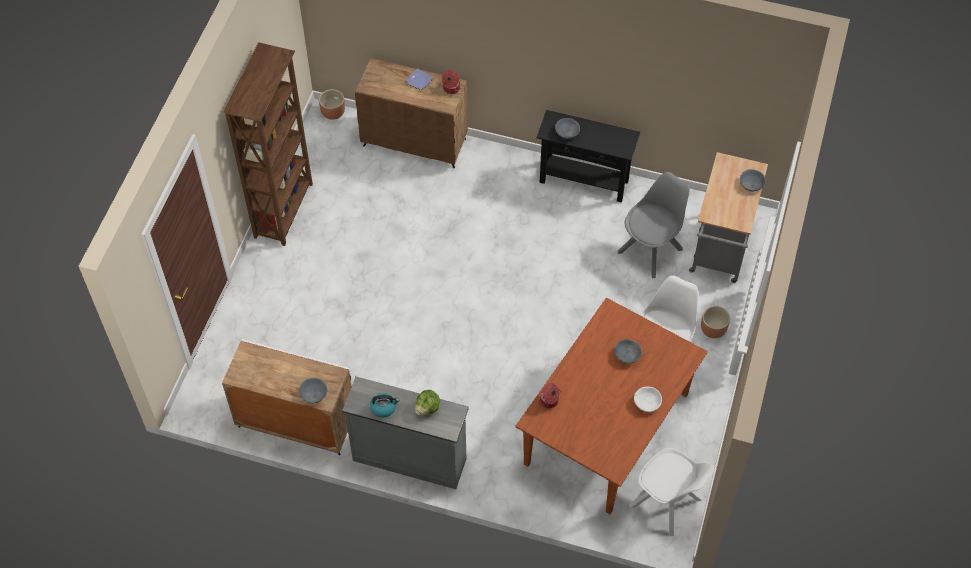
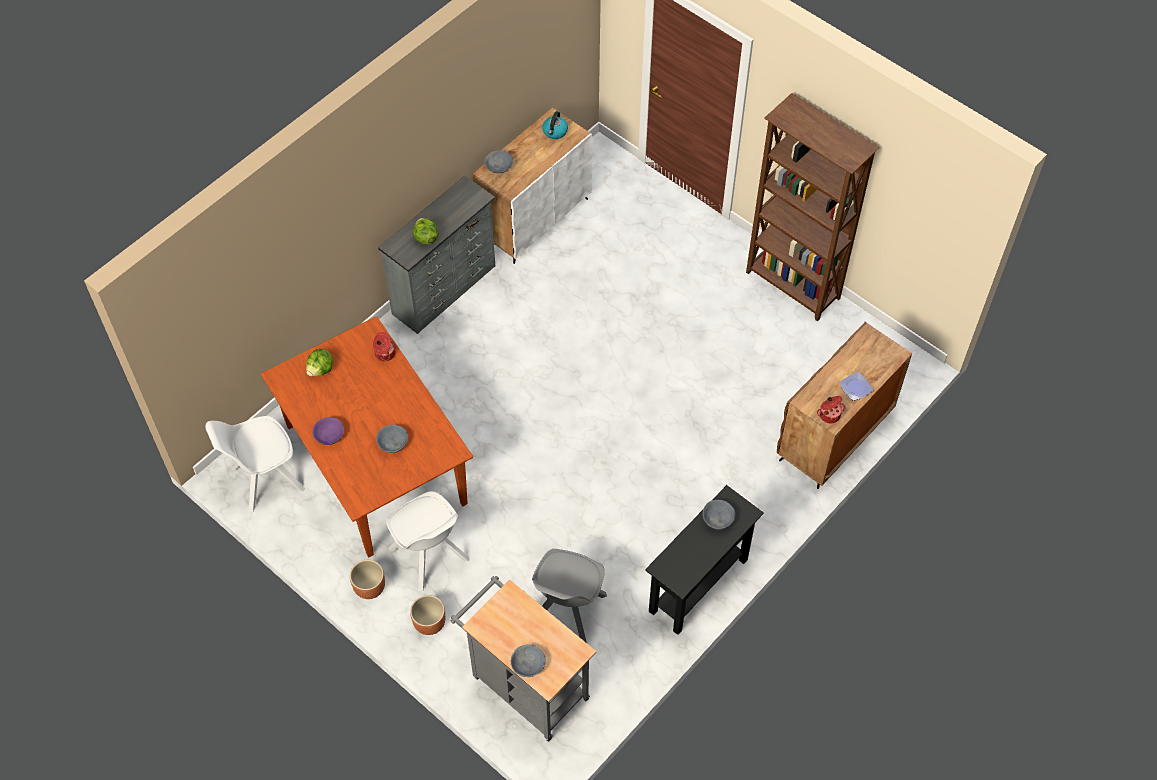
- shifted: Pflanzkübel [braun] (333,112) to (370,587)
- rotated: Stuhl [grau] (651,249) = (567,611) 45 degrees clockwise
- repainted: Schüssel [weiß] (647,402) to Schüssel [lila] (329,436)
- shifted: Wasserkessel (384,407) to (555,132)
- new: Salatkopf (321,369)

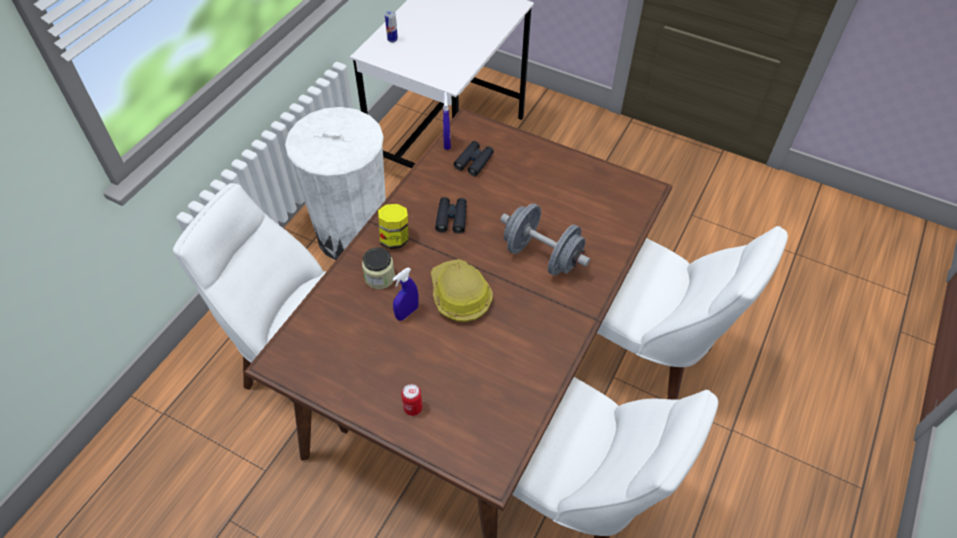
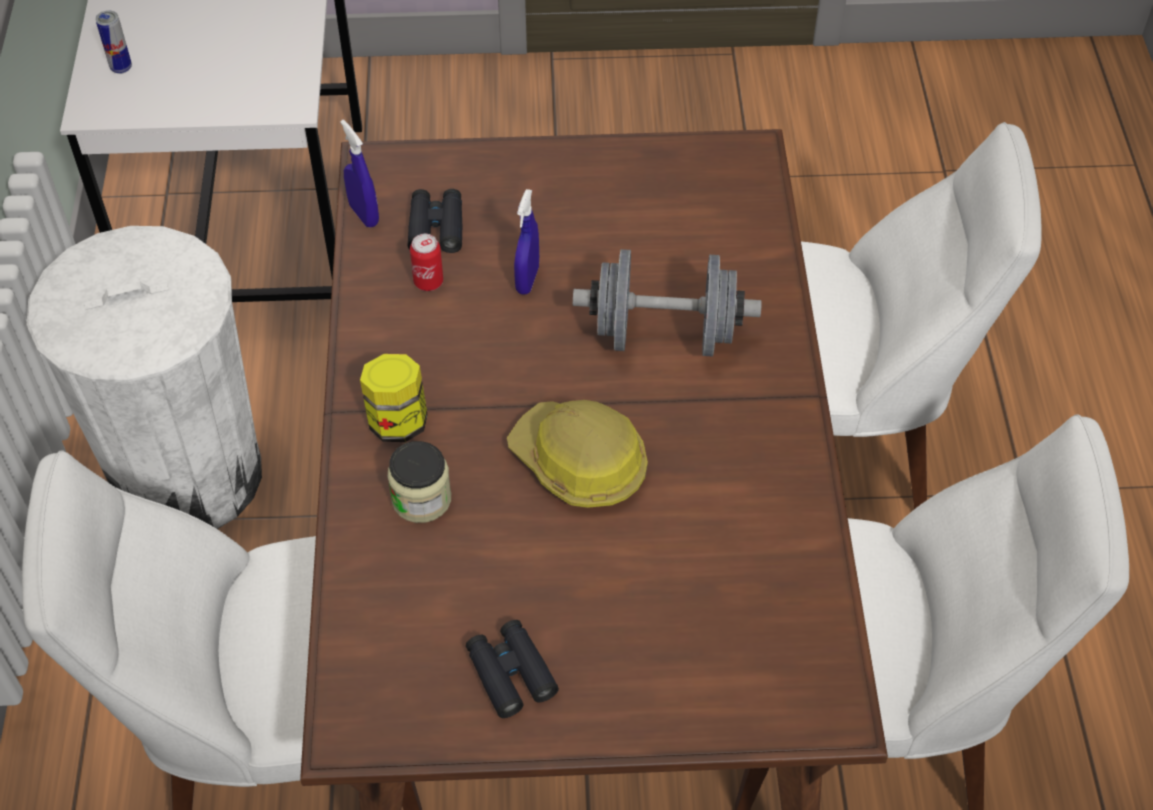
- shifted: Fernglas [schwarz] (451,218) to (510,673)
- shifted: Sprühflasche [blau] (407,312) to (527,280)
- shifted: Dose (413,408) to (428,282)

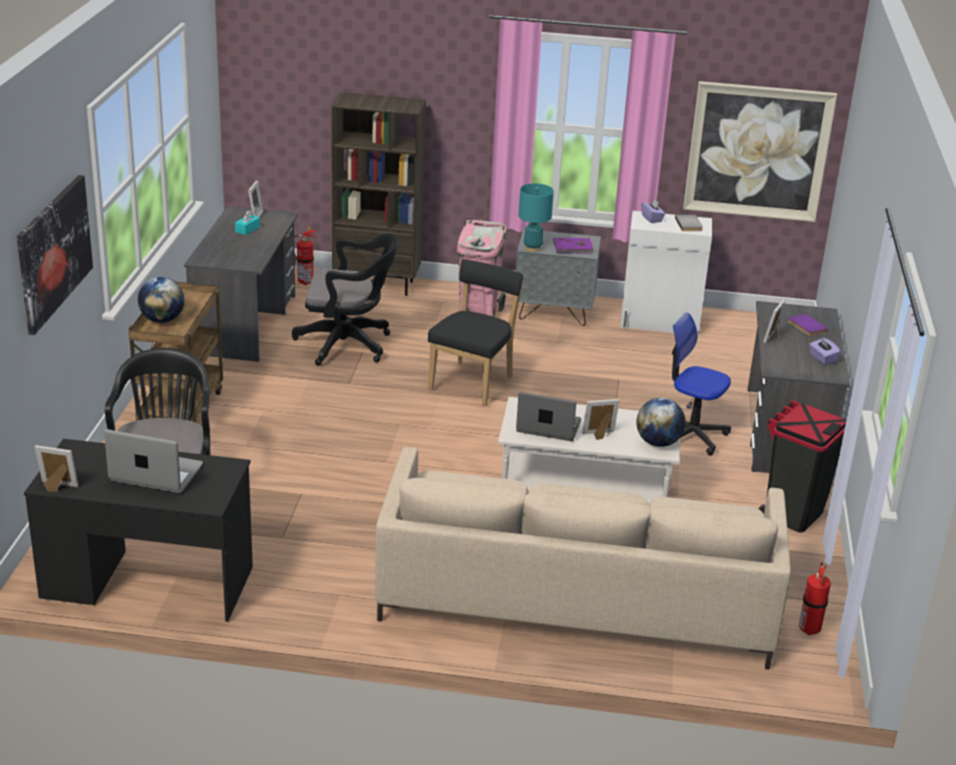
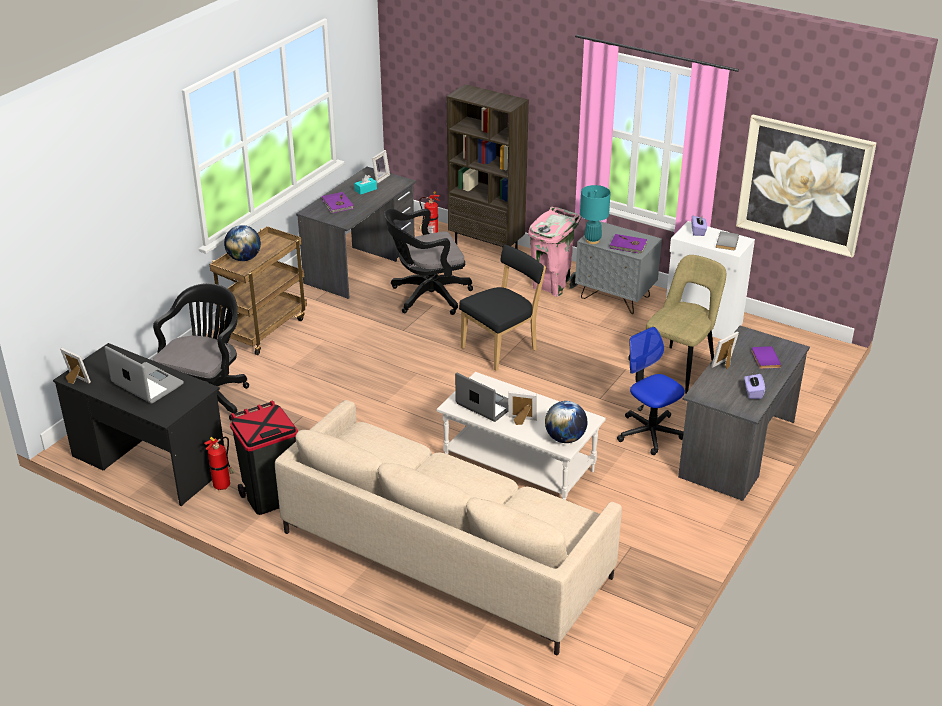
- gone: Bild (54,252)
- rotated: Bürostuhl [schwarz] (349,345) = (426,297) 135 degrees clockwise
- shifted: Mülleimer [schwarz] (792,513) to (271,497)
- shifted: Feuerlöscher (809,628) to (223,485)
- new: Buch [lila] (337,204)
- new: Stuhl [beige] (679,368)

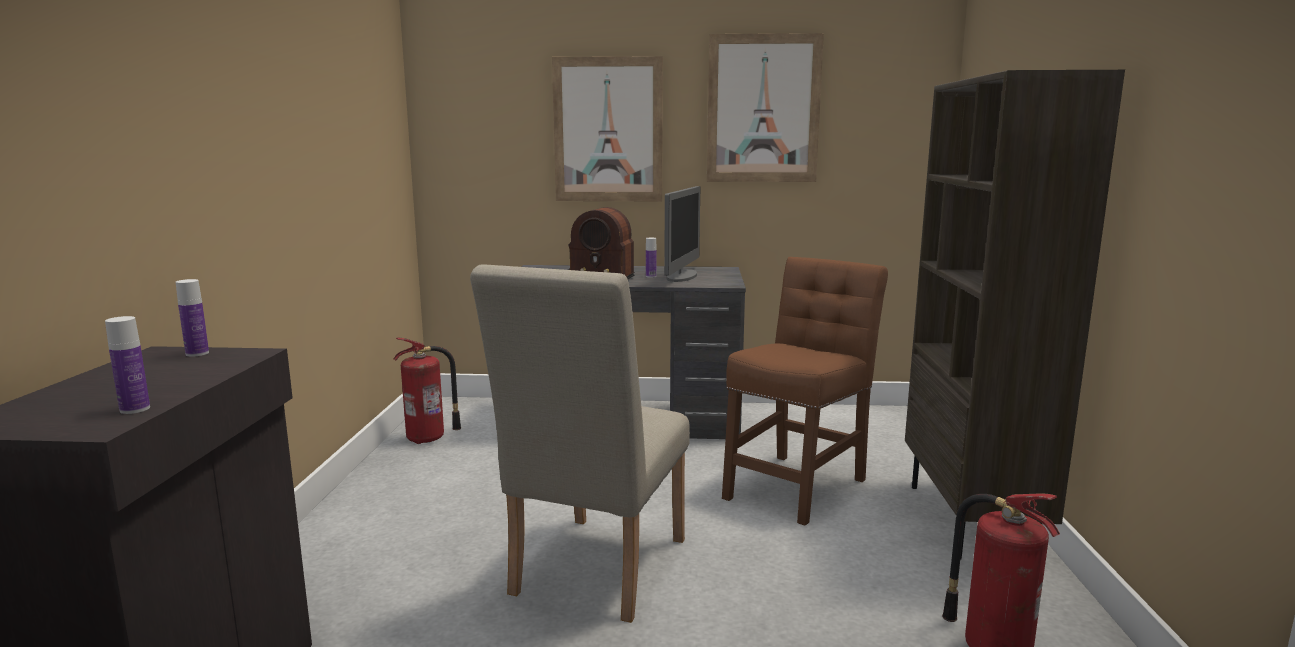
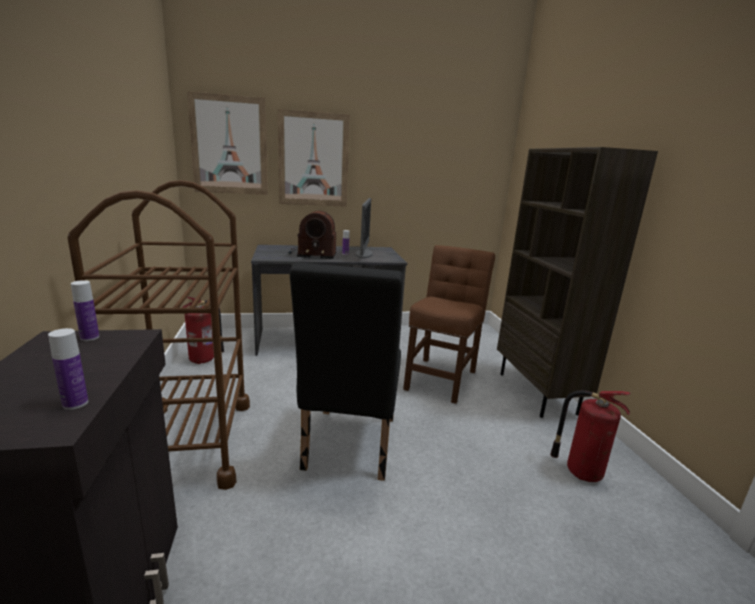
- shifted: Bild (763,109) to (229,145)
- repainted: Stuhl [beige] (592,573) to Stuhl [schwarz] (347,448)
- new: Rollwagen [braun] (189,443)

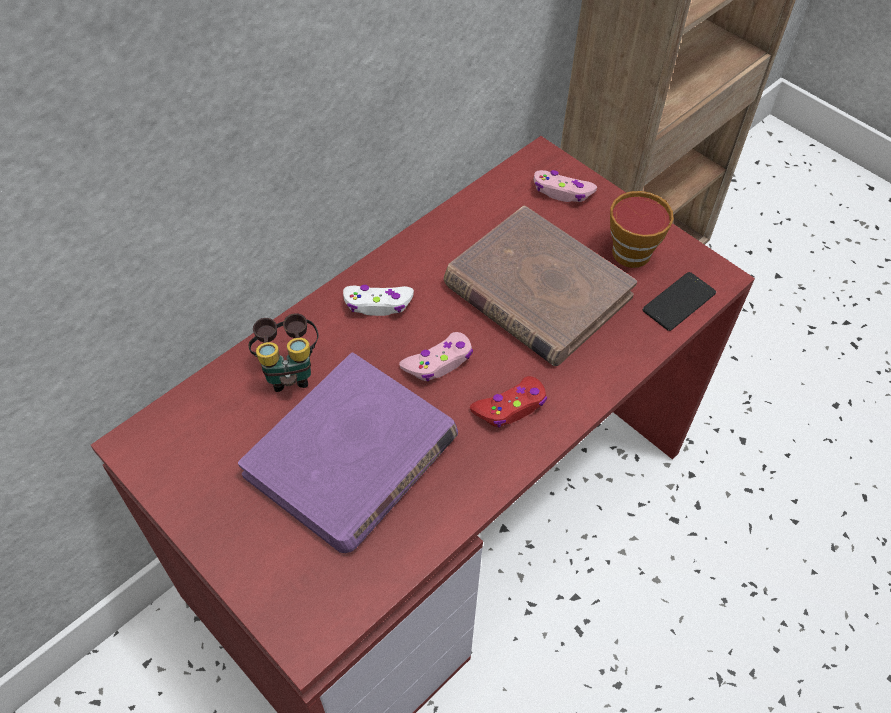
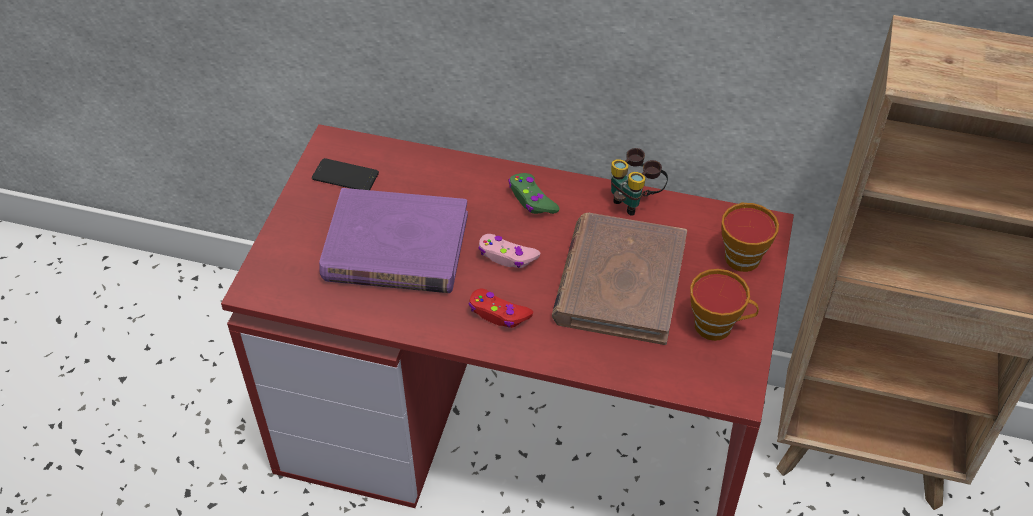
- swapped: Gamepad [rosa] (562,192) to Tasse (740,254)
- shifted: Handy (679,302) to (345,176)
- repainted: Gamepad [weiß] (378,304) to Gamepad [grün] (532,199)
- shifted: Fernglas (289,371) to (634,200)

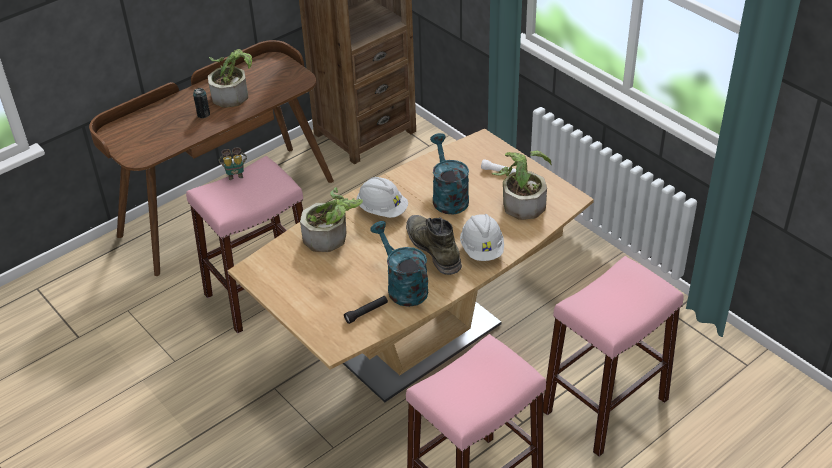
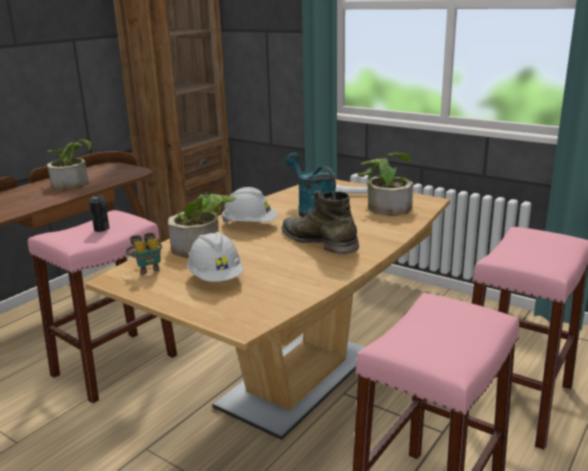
- shifted: Dose (203,114) to (101,229)
- shifted: Fernglas (235,173) to (147,269)
- shifted: Schutzhelm [weiß] (482,249) to (216,278)
- gone: Gießkanne [türkis] (403,286)
- gone: Taschenlampe [schwarz] (366,312)

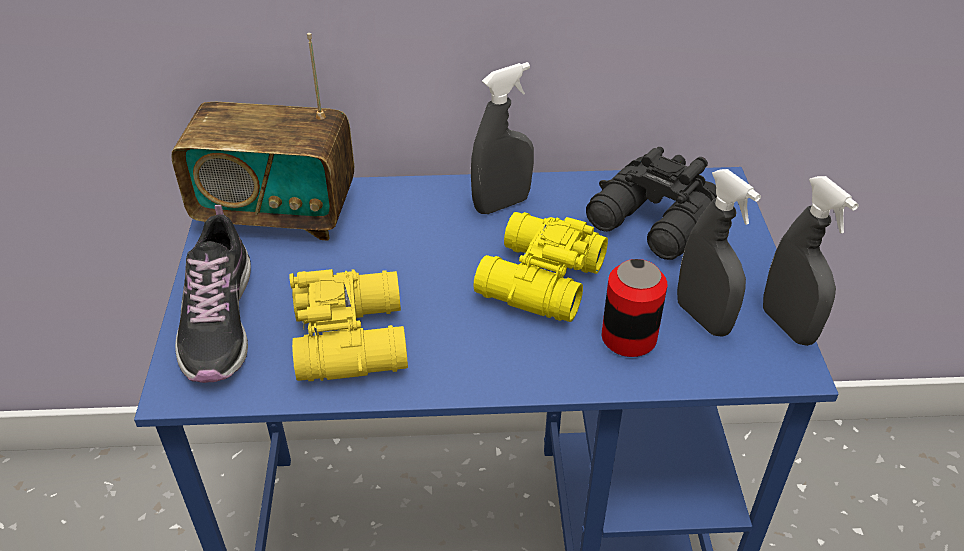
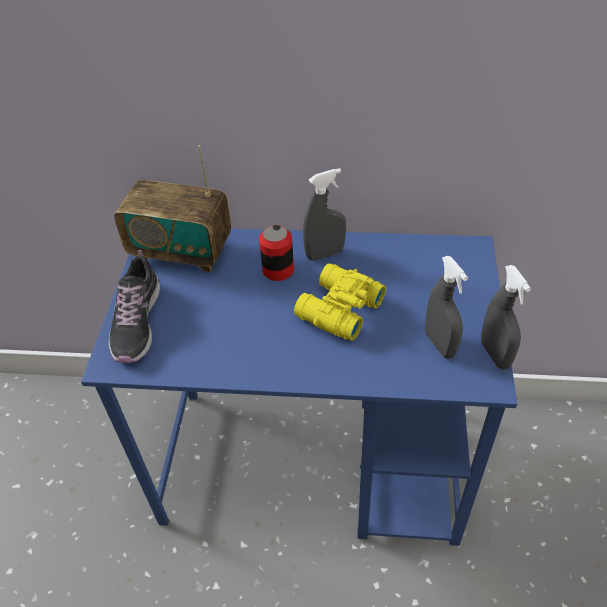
- gone: Fernglas [schwarz] (653,224)
- shifted: Dose (628,338) to (278,270)
- gone: Fernglas [gelb] (354,337)

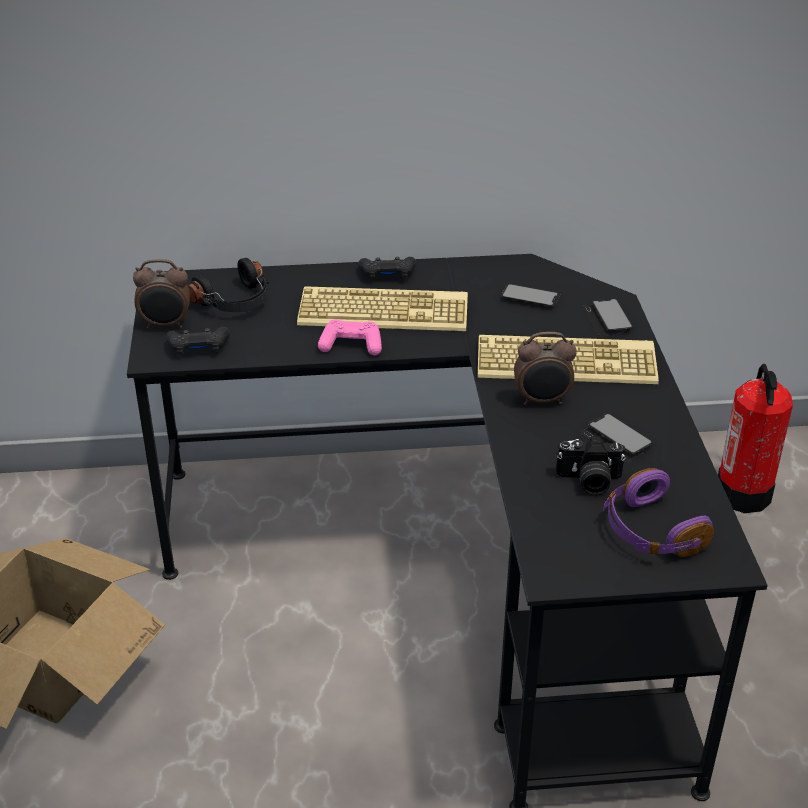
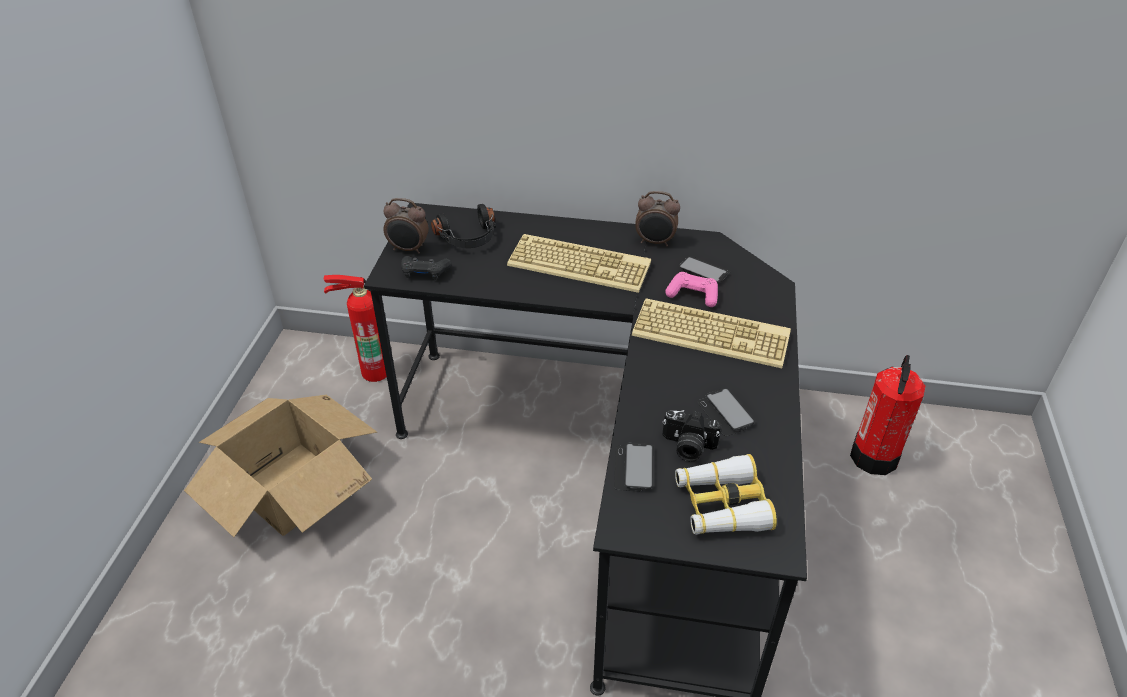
- gone: Gamepad [schwarz] (387,275)
- shifted: Handy (607,319) to (633,468)
- shifted: Gamepad [rosa] (351,345) to (693,295)
- shifted: Wecker (542,401) to (655,242)
- swapped: Kopfhörer [lila] (650,531) to Fernglas (721,505)
- new: Feuerlöscher (373,370)

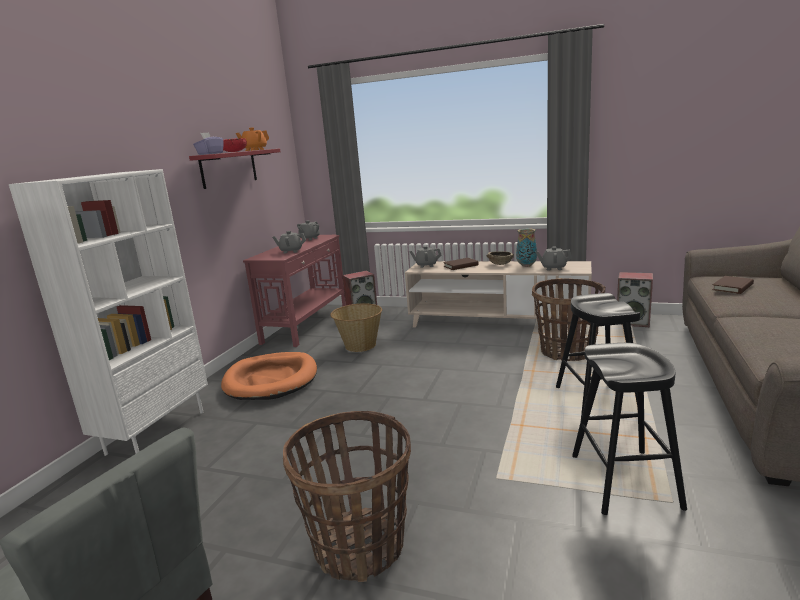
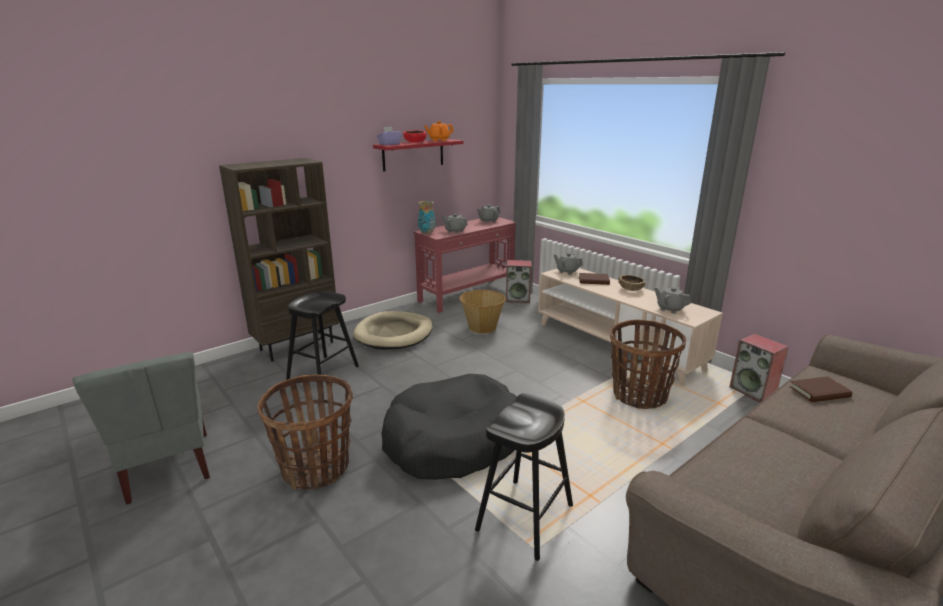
- repainted: Bücherregal [weiß] (156,431) to Bücherregal [braun] (297,345)
- shifted: Vase (526,265) to (426,233)
- shifted: Hocker [schwarz] (597,401) to (323,373)
- repainted: Hundebett [orange] (271,380) to Hundebett [beige] (394,334)
- new: Hundebett [schwarz] (453,441)

